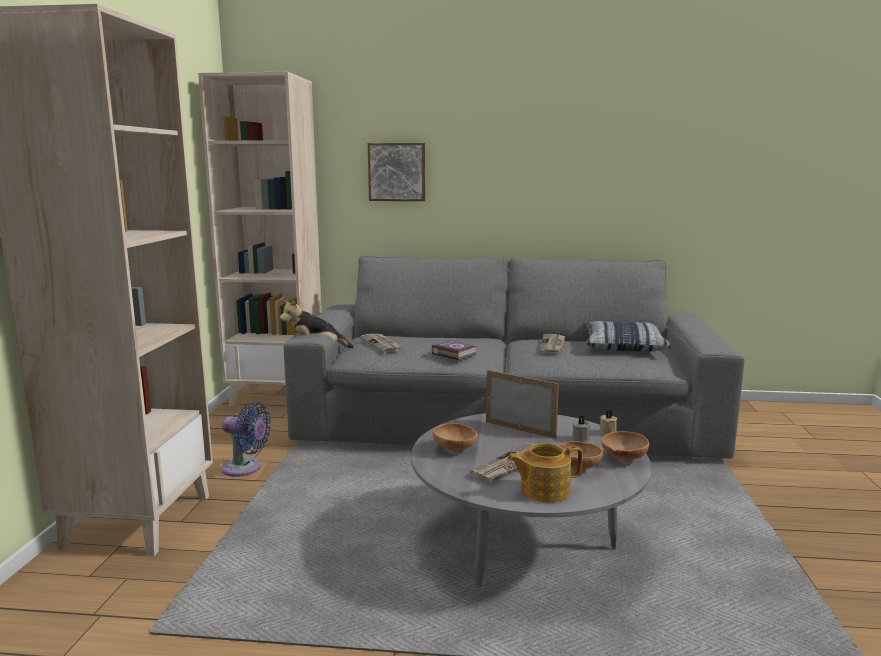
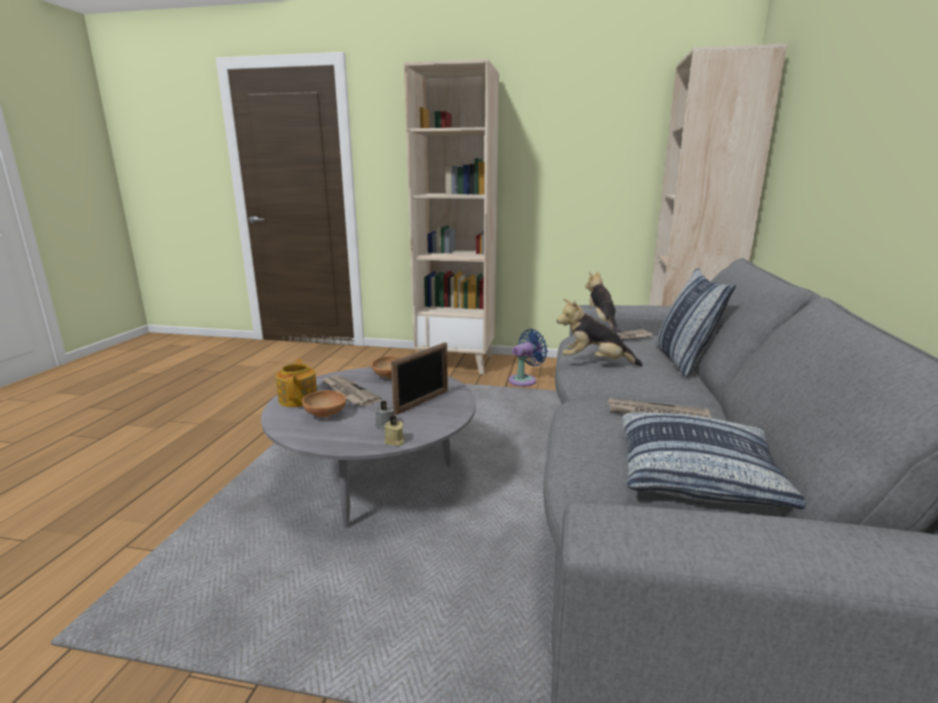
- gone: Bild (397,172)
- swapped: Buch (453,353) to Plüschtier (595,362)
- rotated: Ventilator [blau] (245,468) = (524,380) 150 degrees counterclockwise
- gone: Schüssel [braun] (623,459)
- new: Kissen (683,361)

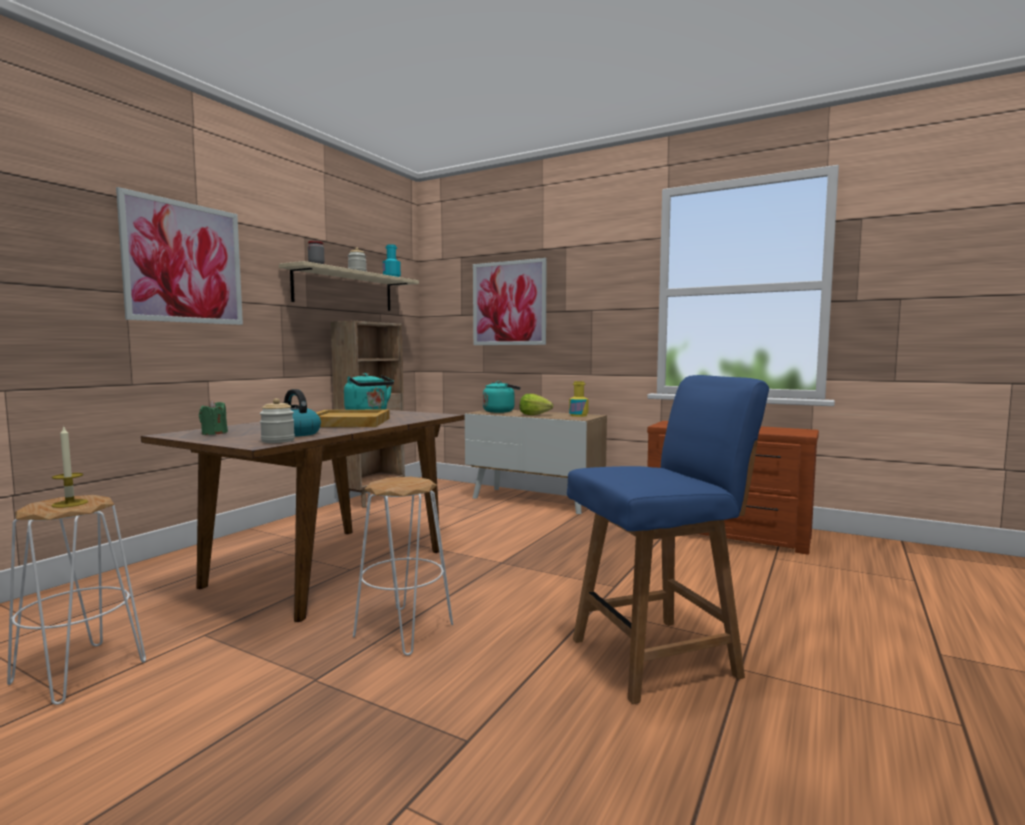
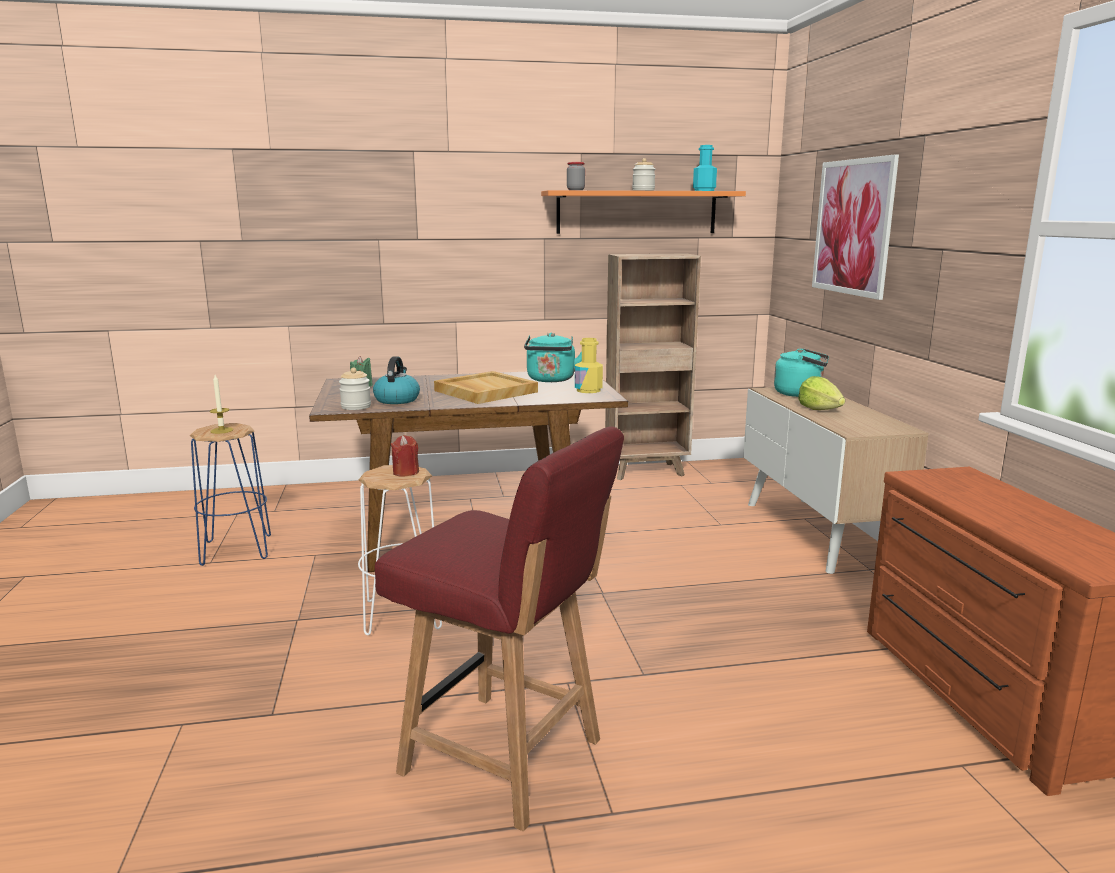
- gone: Bild (184,263)
- repainted: Wandregal [beige] (344,290) to Wandregal [orange] (637,212)
- repainted: Stuhl [blau] (657,657) to Stuhl [rot] (505,758)
- shifted: Flasche [gelb] (578,415) to (588,390)
- repainted: Hocker [weiß] (78,672) to Hocker [blau] (236,550)
- new: Kerze [rot] (406,472)

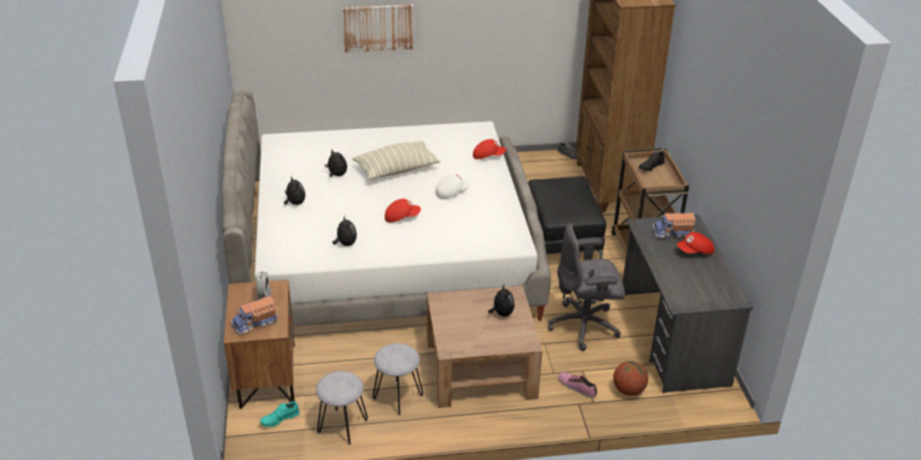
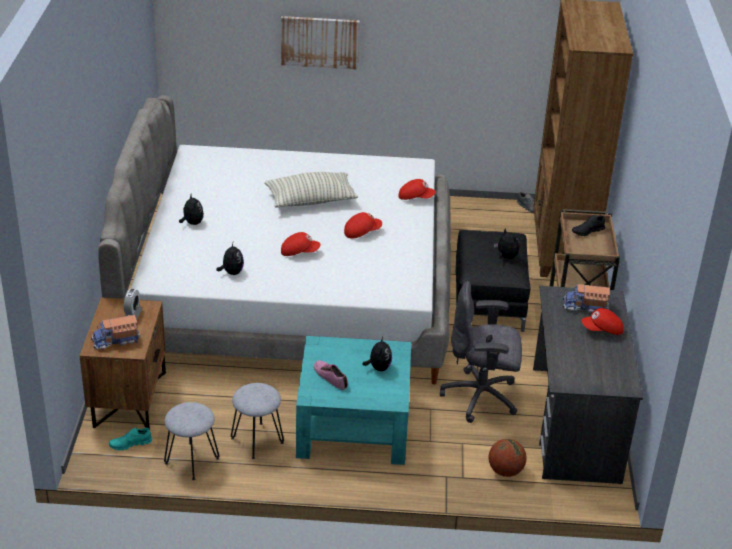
- shifted: Plüschtier (336,175) to (506,257)
- repainted: Kappe [weiß] (451,192) to Kappe [rot] (362,232)
- repainted: Couchtisch [braun] (480,368) to Couchtisch [türkis] (353,424)
- shifted: Schuh (577,386) to (330,377)

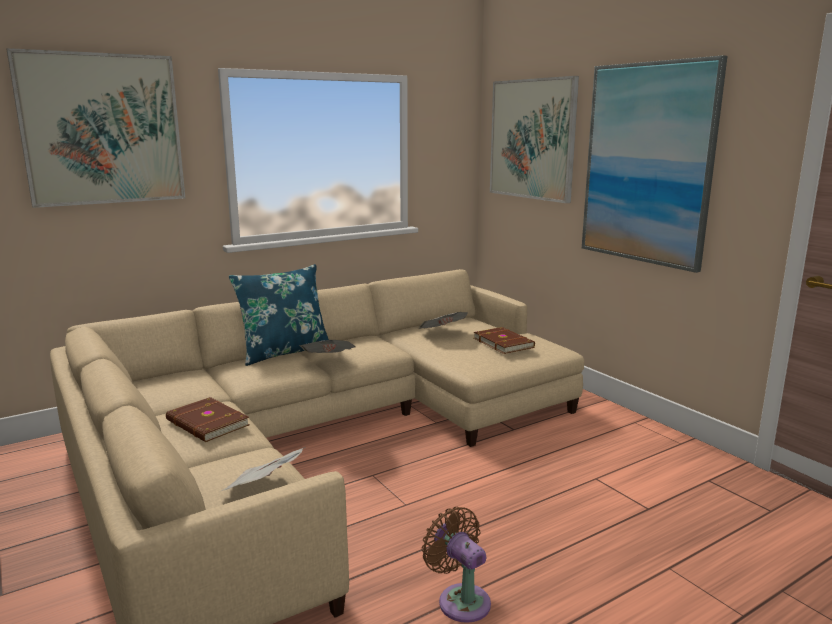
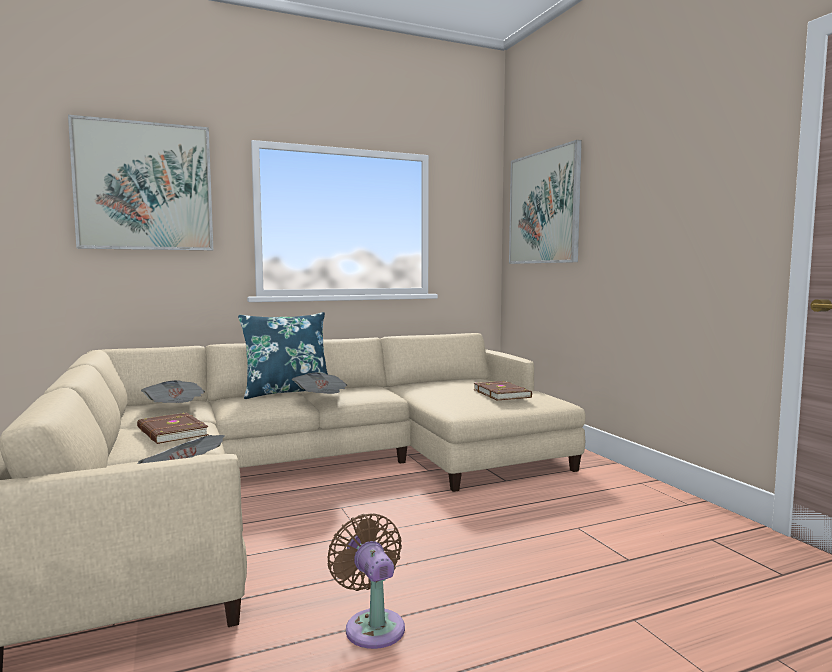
- gone: Bild (647,164)
- shifted: Zeitung (442,333) to (175,409)

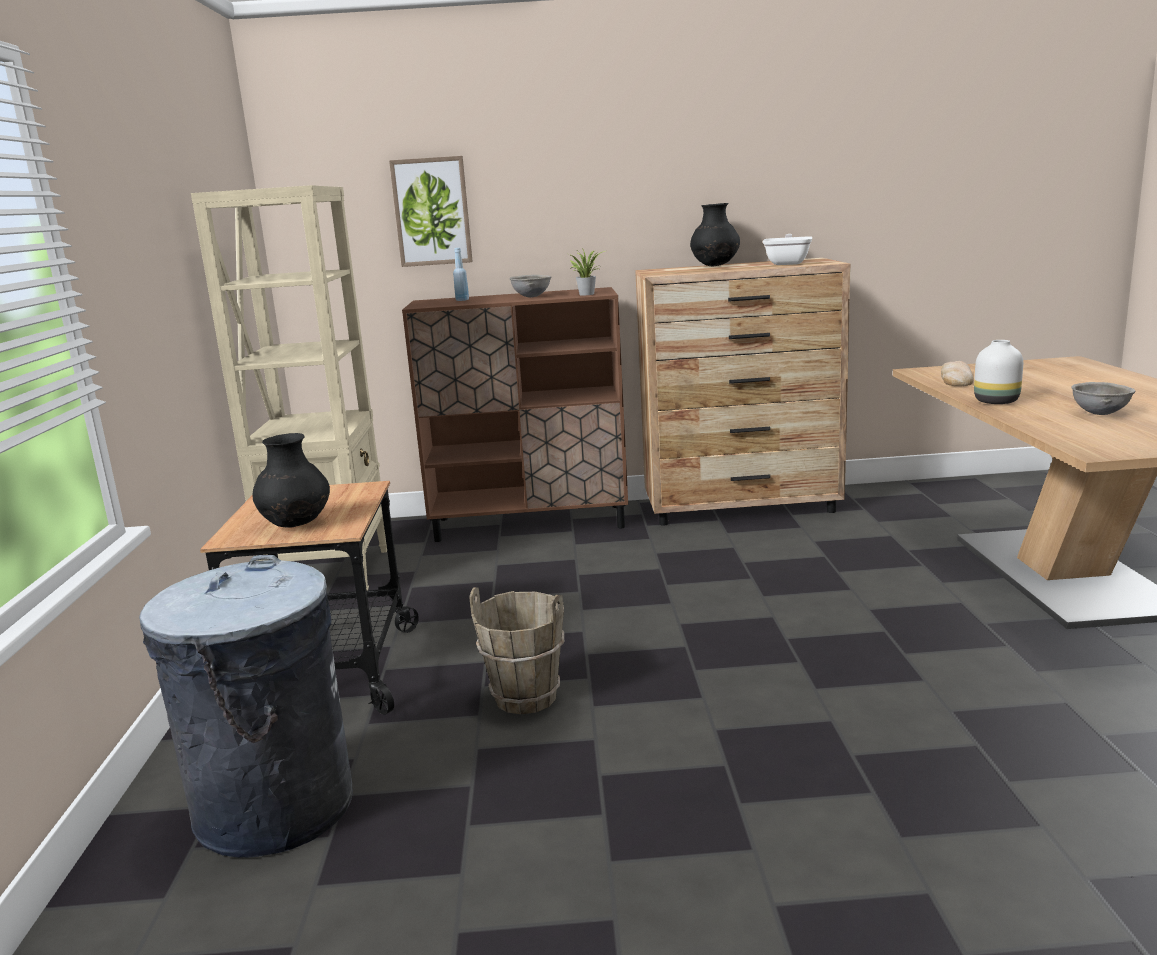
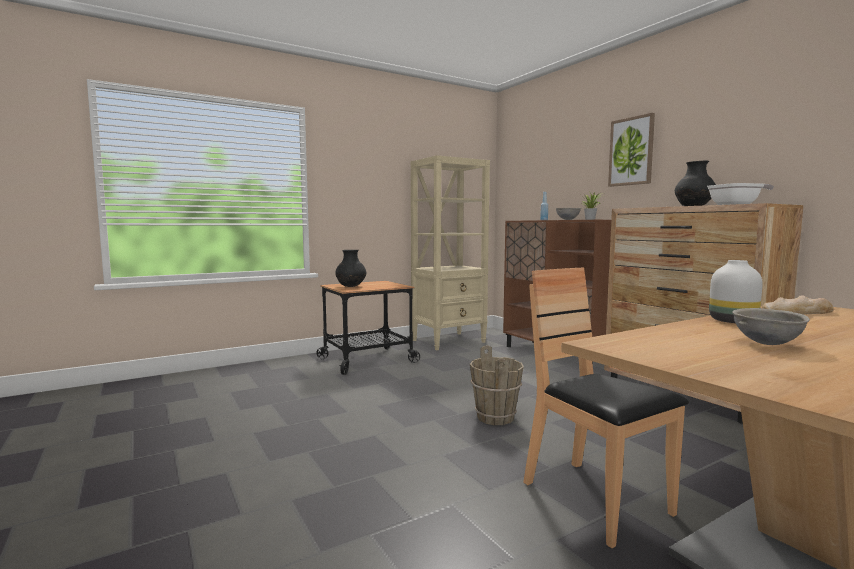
- shifted: Bild (432,212) to (631,151)
- gone: Mülleimer [grau] (273,807)
- shifted: Eimer [braun] (526,697) to (496,417)
- new: Stuhl [braun] (595,500)

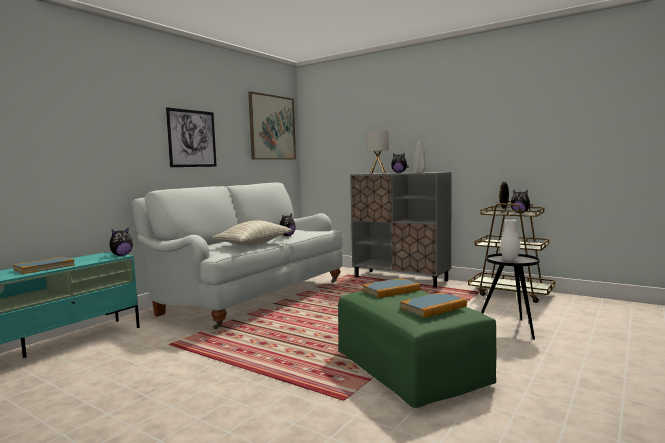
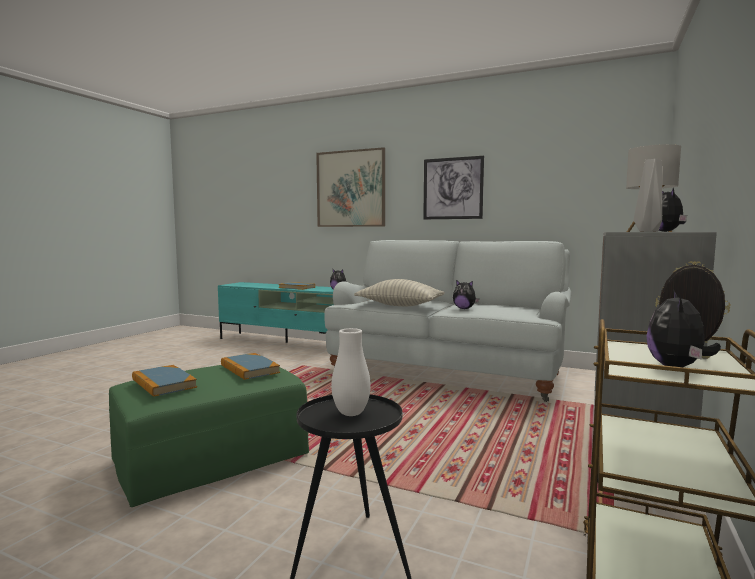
- shifted: Bild (272,127) to (351,189)

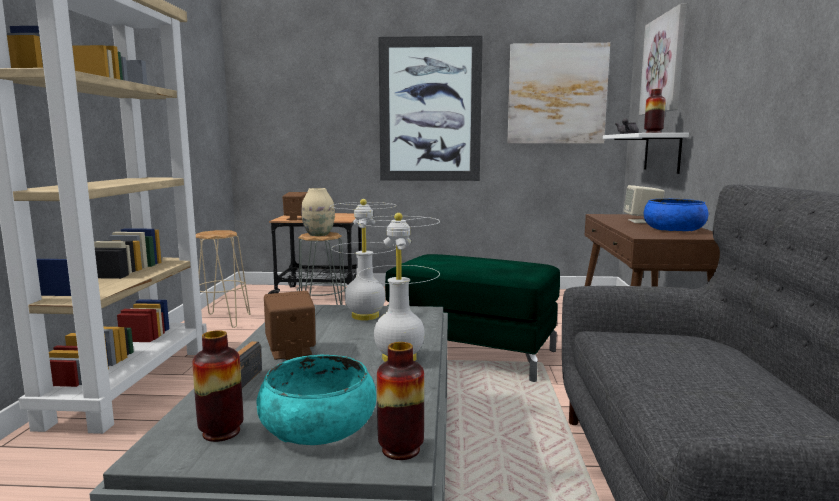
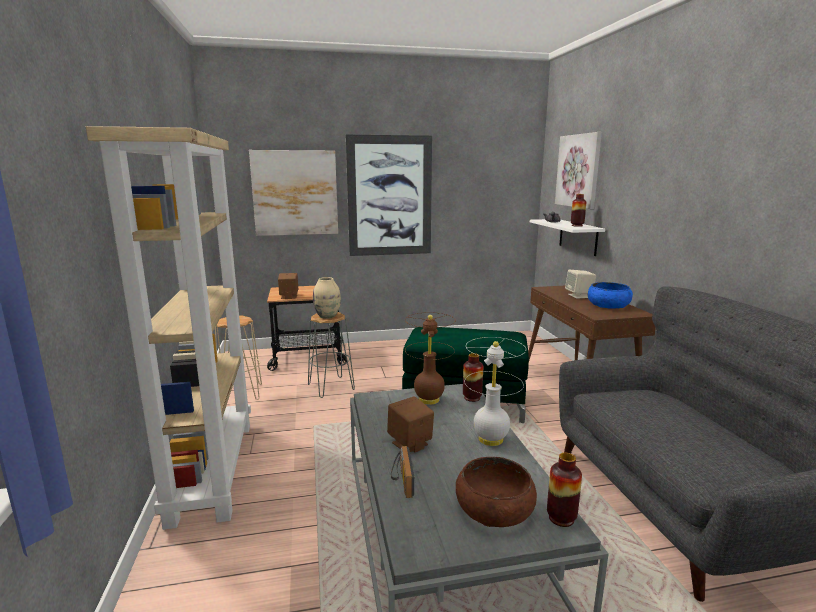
- shifted: Bild (557,94) to (295,193)
- repainted: Tischlampe [weiß] (365,316) to Tischlampe [braun] (428,400)
- shifted: Vase (221,432) to (472,398)
- repainted: Schüssel [türkis] (318,426) to Schüssel [braun] (494,509)

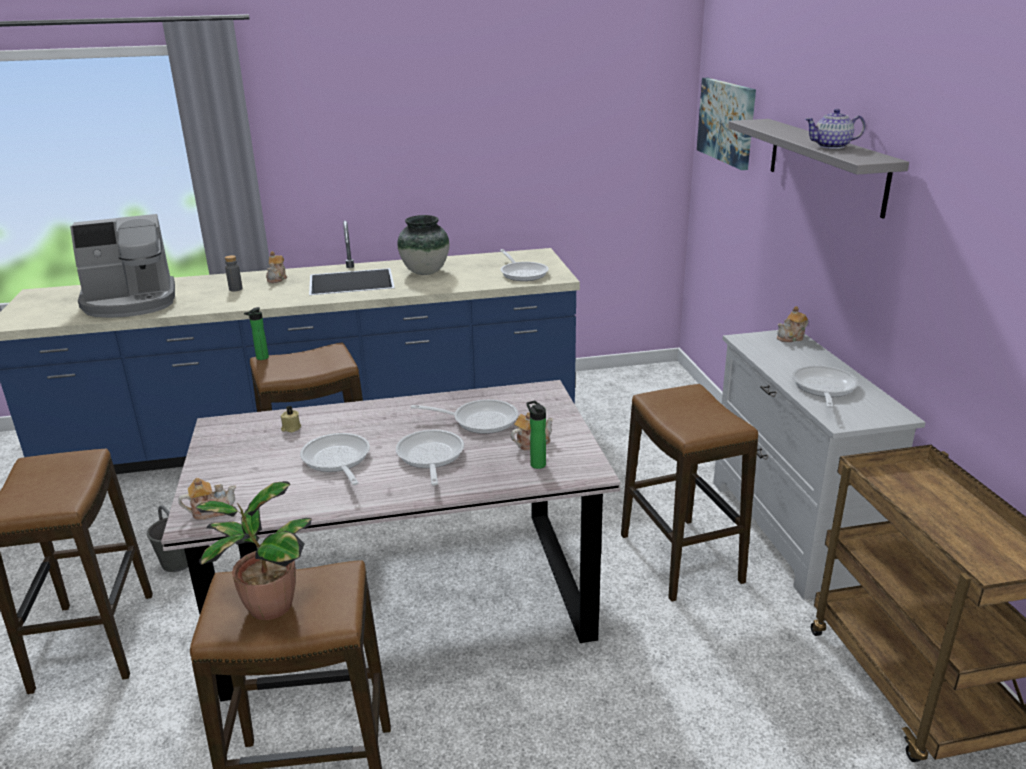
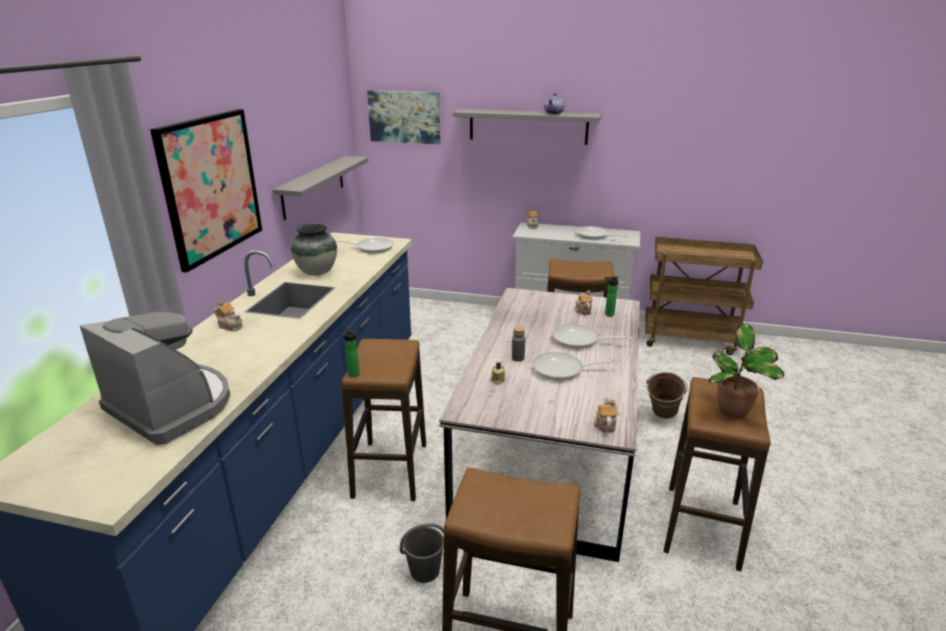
- rotated: Kaffeemaschine (131,302) = (172,406) 60 degrees counterclockwise
- shifted: Flasche [grau] (235,289) to (518,358)
- gone: Pfanne (479,420)
- new: Bild (211,186)
- new: Wandregal [grau] (313,186)
- new: Eimer [grün] (661,417)

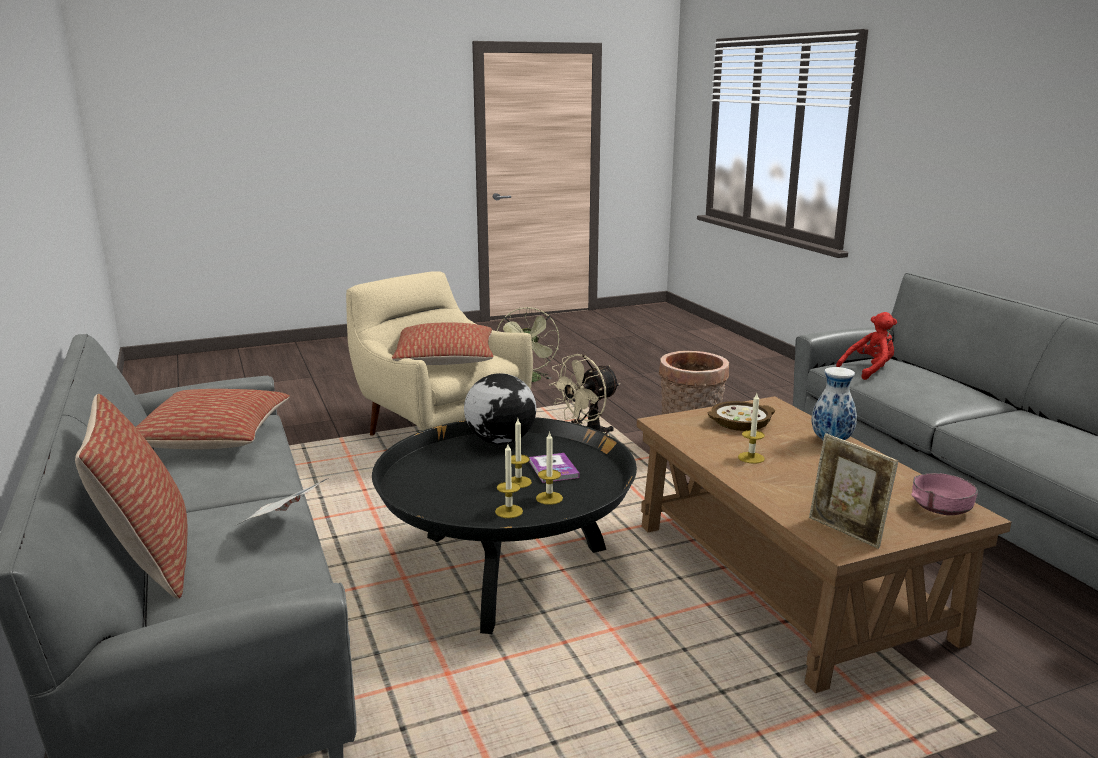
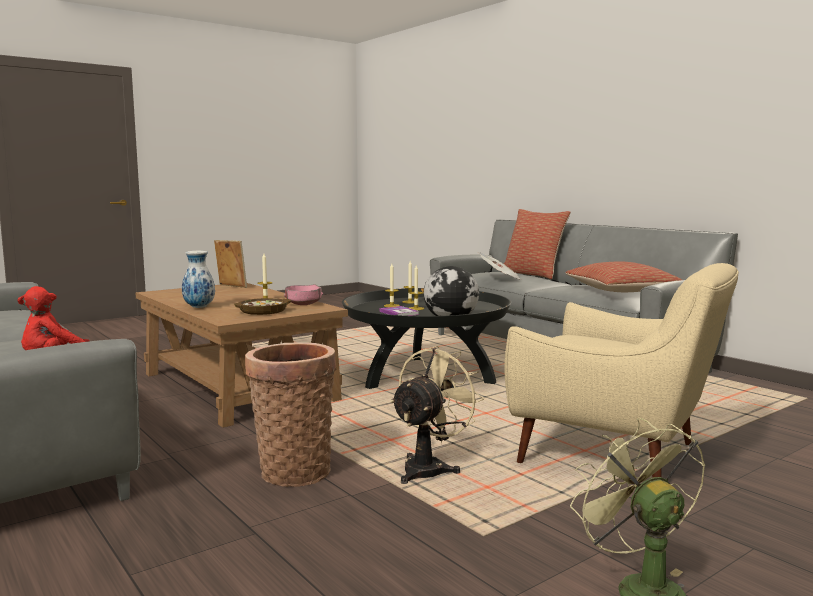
- gone: Kissen (445,359)
- shifted: Schüssel [rosa] (941,509) to (303,304)

